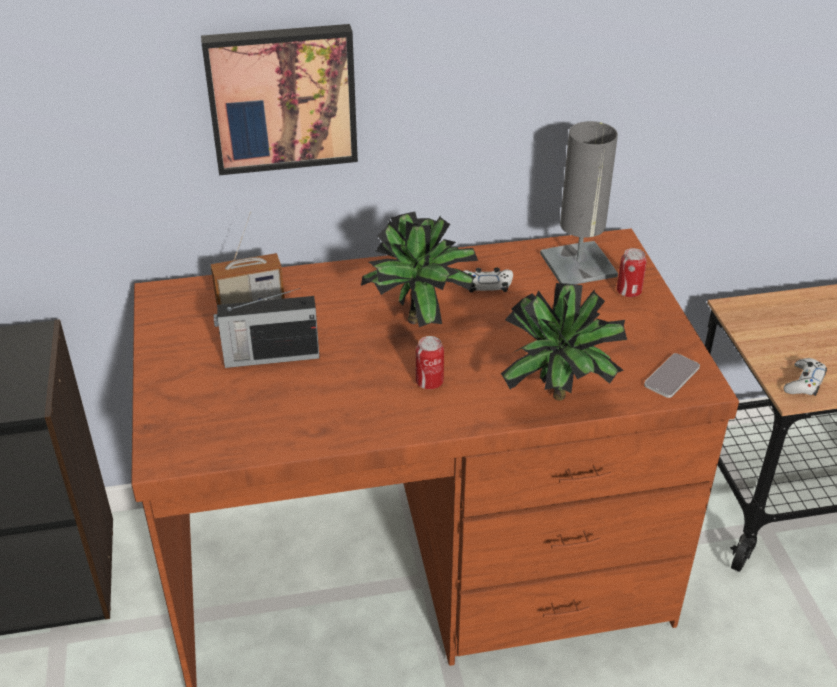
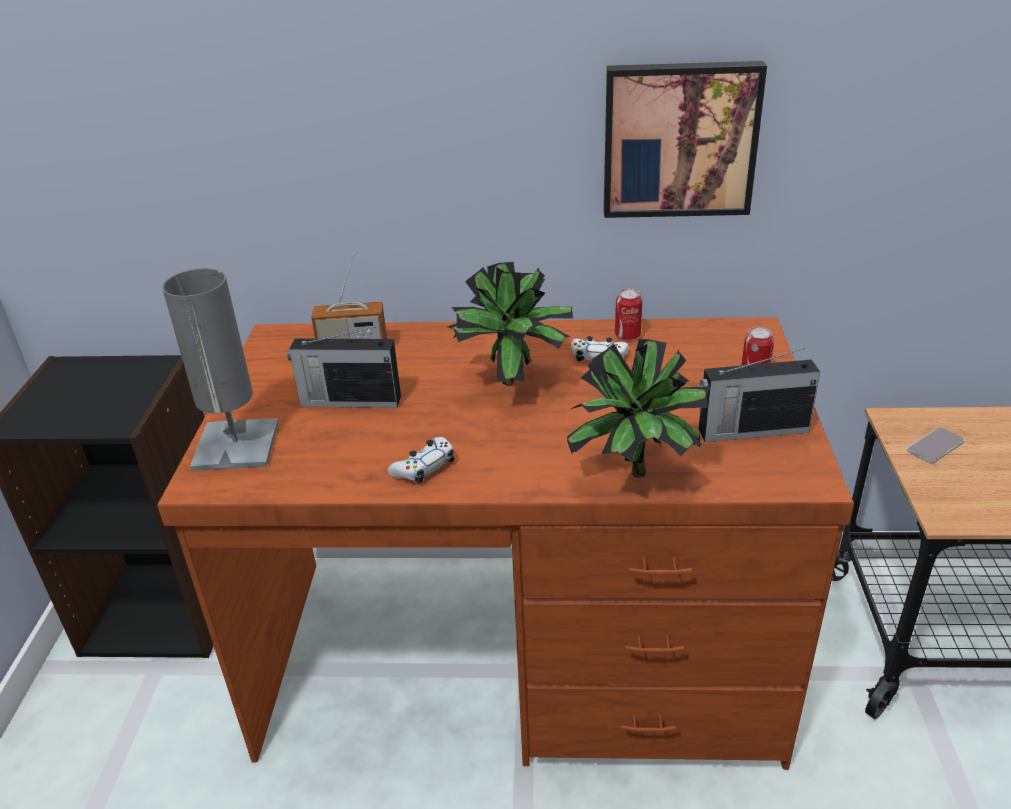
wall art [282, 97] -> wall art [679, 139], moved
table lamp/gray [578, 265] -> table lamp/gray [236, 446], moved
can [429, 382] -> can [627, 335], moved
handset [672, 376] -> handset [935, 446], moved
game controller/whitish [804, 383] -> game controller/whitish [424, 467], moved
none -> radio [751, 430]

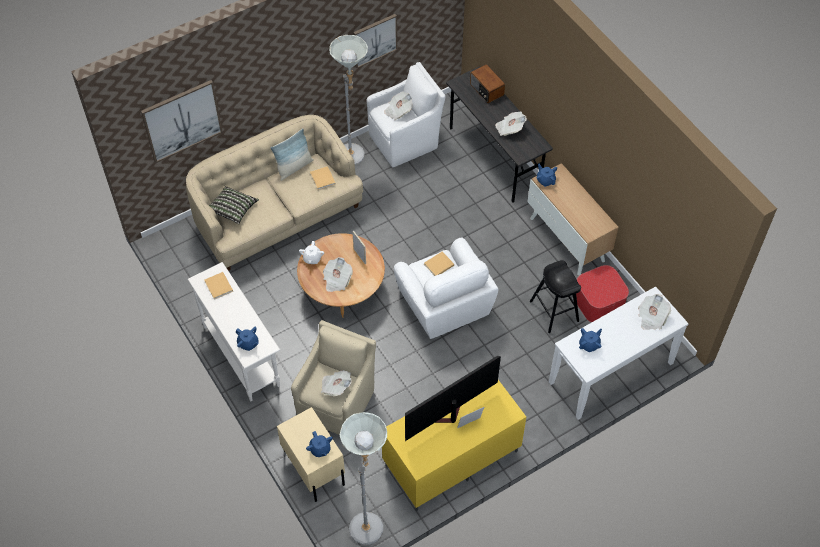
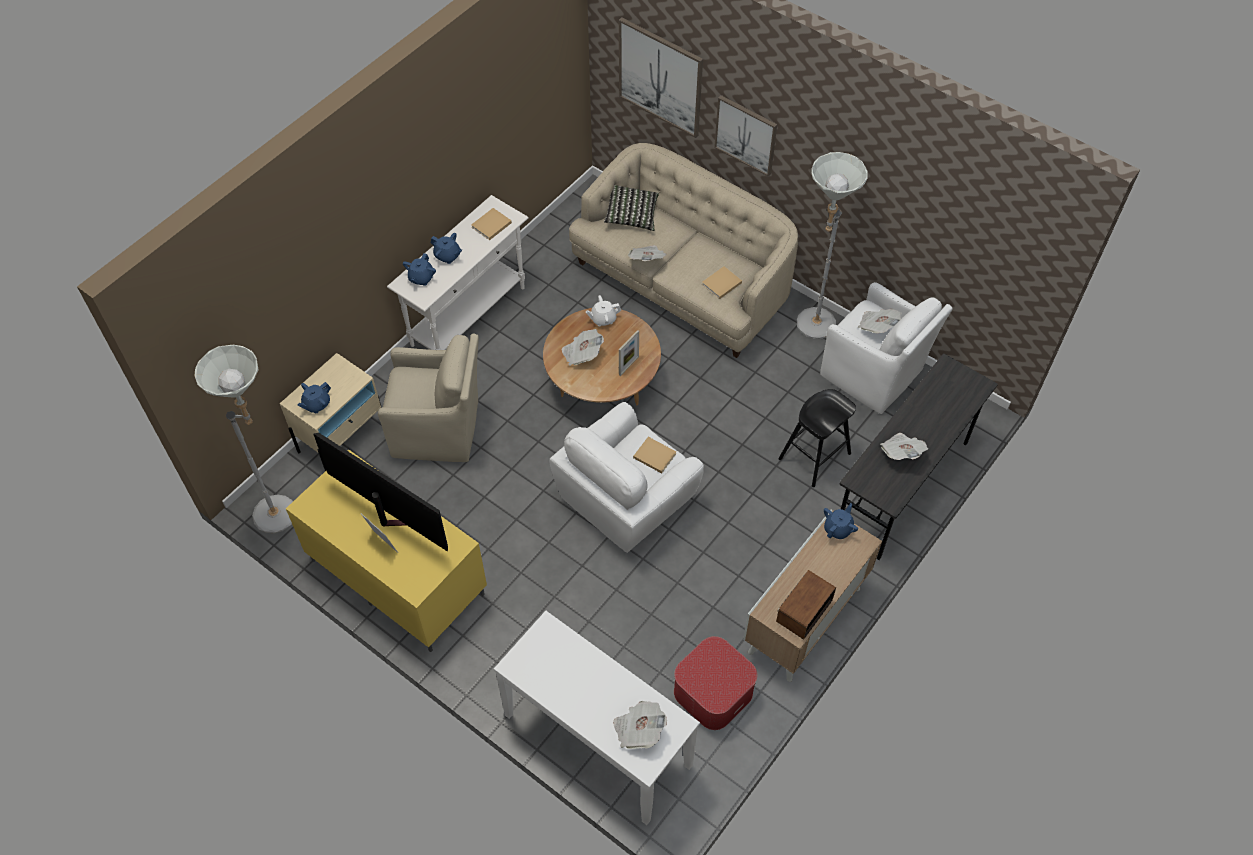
wall art [375, 40] -> wall art [746, 134], moved
radio [486, 90] -> radio [803, 611], moved
pillow [294, 167] -> none
stool seat/black-coloured [554, 311] -> stool seat/black-coloured [814, 456], moved
teapot/blue [589, 345] -> teapot/blue [447, 256], moved
daily paper [335, 387] -> daily paper [647, 260], moved

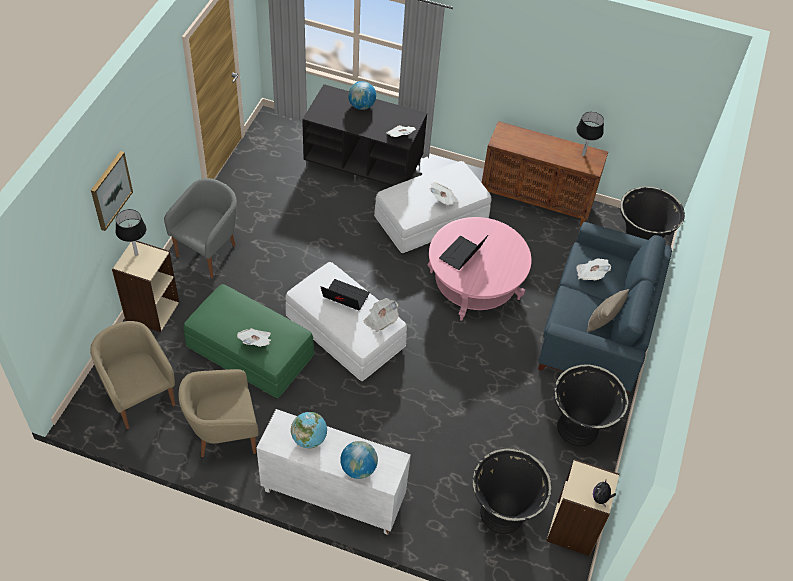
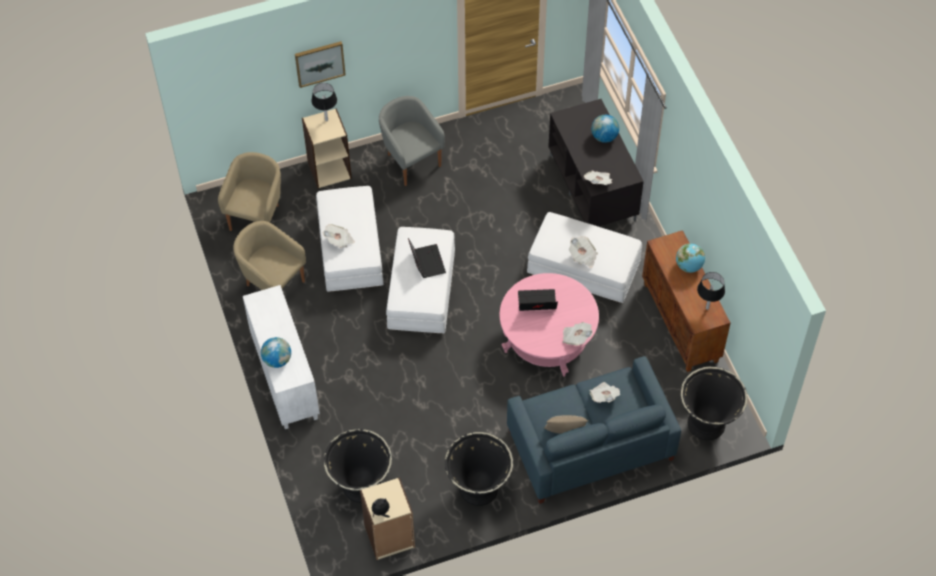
armchair/gray [209, 252] -> armchair/gray [410, 161], 120 degrees counterclockwise
ottoman/green [250, 353] -> ottoman/whitish [350, 249]
daily paper [380, 320] -> daily paper [576, 337], moved
world globe [309, 439] -> world globe [689, 266], moved

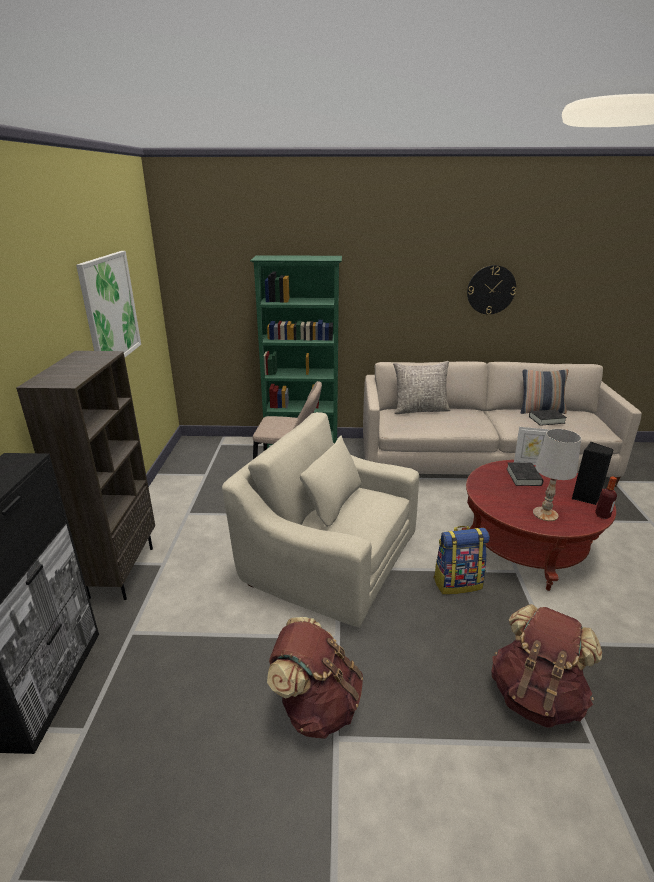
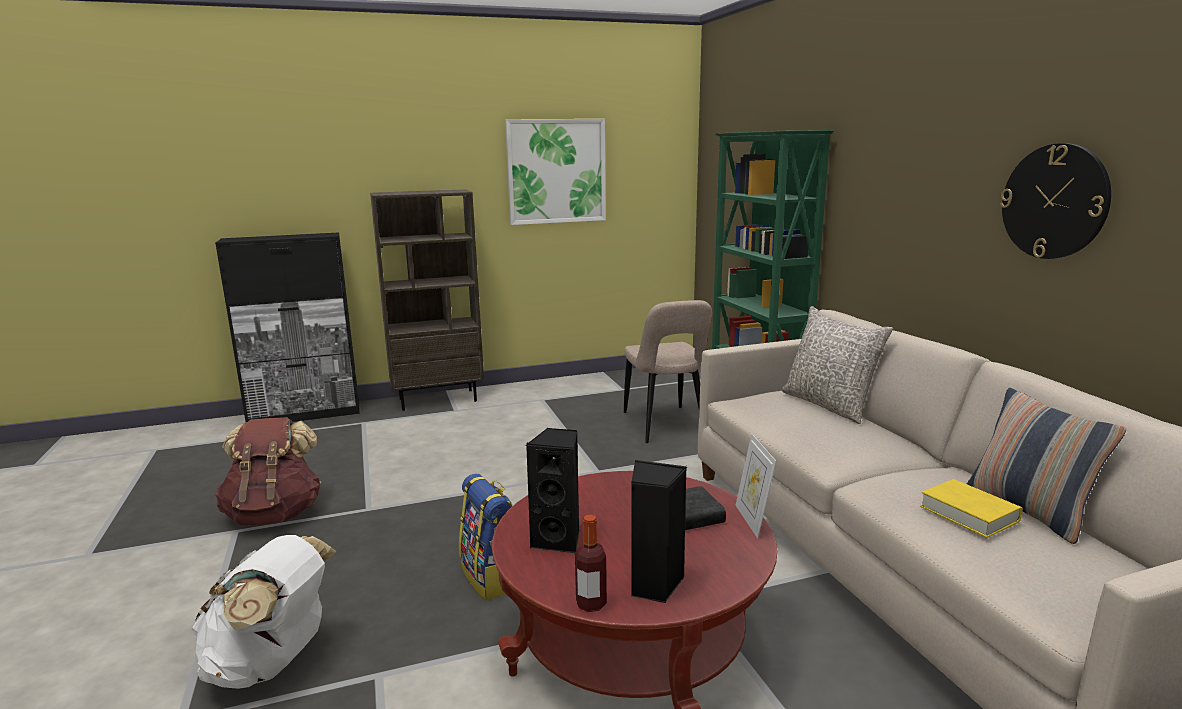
volume/black-coloured [546, 420] -> volume/yellow-coloured [969, 514]
armchair/beige [328, 559] -> none
table lamp/whitish [545, 514] -> loudspeaker/black-coloured [559, 540]
knapsack/brownish [536, 696] -> knapsack/whitish [272, 662]

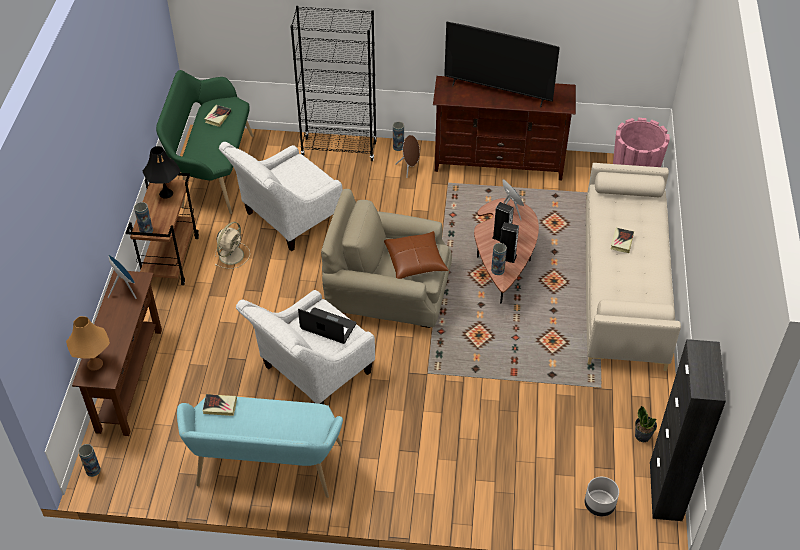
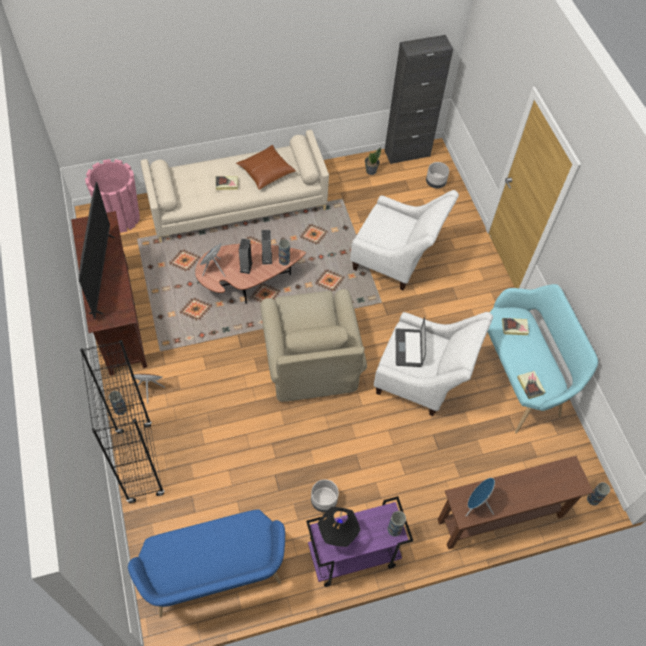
long seat/green [212, 172] -> long seat/blue [215, 577]
volume [218, 117] -> volume [515, 327], moved
armchair/whitish [287, 220] -> armchair/whitish [396, 260], moved
cart/brownish [170, 258] -> cart/purplish [352, 557]
electric fan/beige [232, 254] -> flower pot/gray [323, 500]
pillow/brownish [415, 262] -> pillow/brownish [266, 172], moved
table lamp/orange [95, 364] -> none

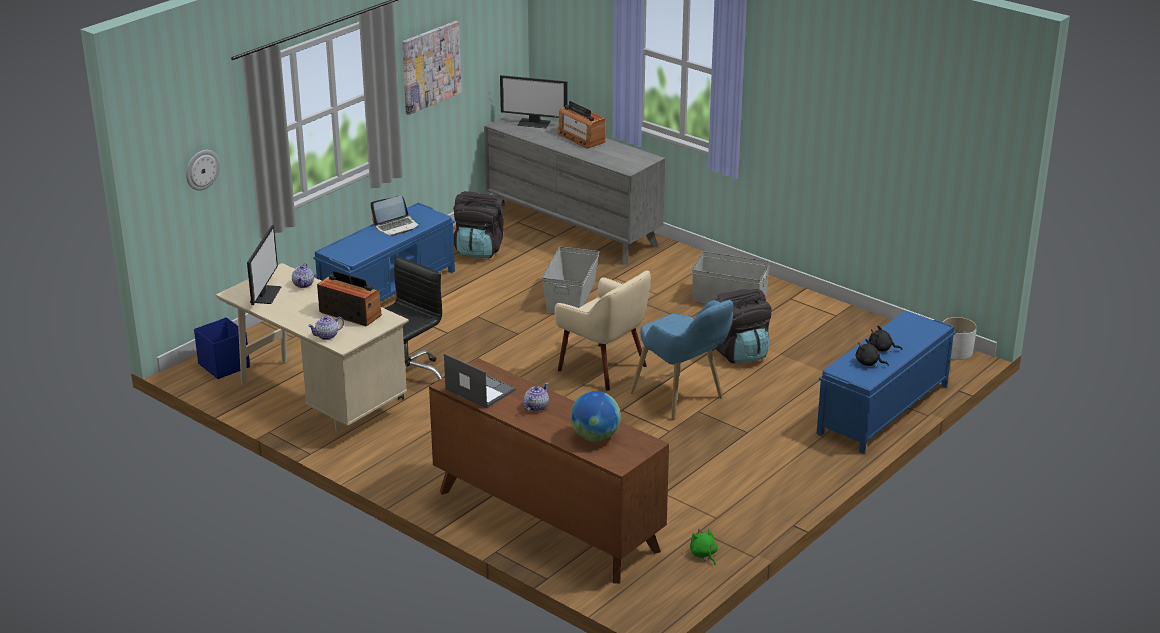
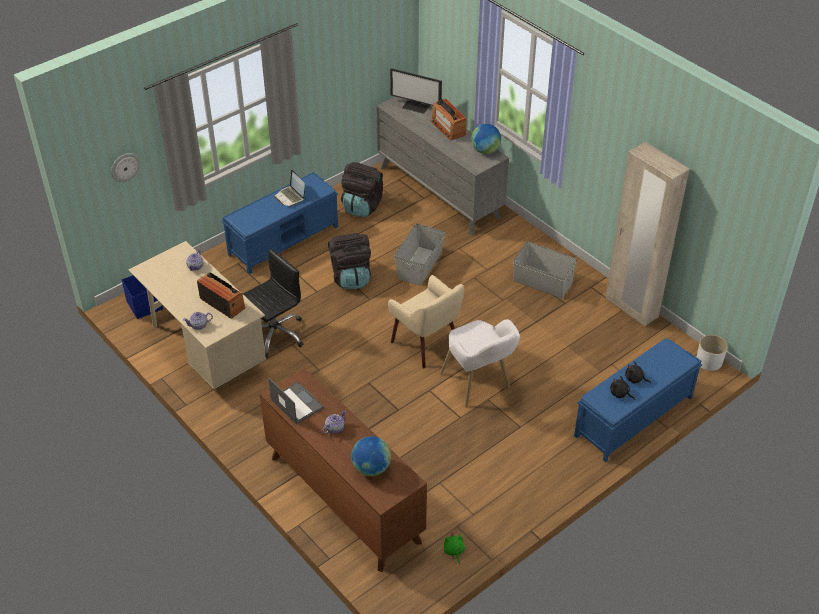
wall art [430, 66] -> none
laptop [396, 226] -> laptop [290, 197], 75 degrees clockwise
computer display [265, 294] -> none
knapsack/black-coloured [739, 352] -> knapsack/black-coloured [351, 277], moved
armchair/blue [684, 401] -> armchair/whitish [479, 387]
none -> world globe [485, 151]
none -> armoire/beige [631, 308]

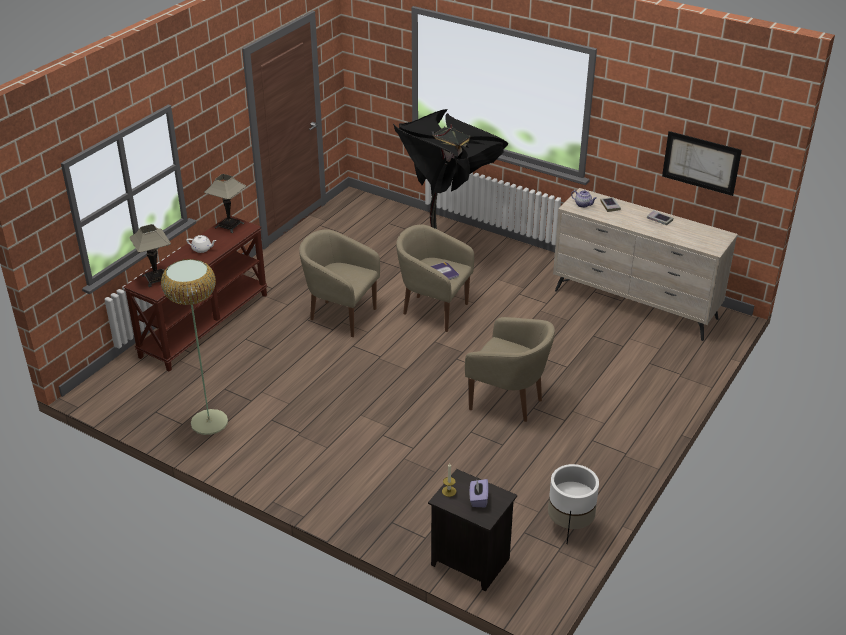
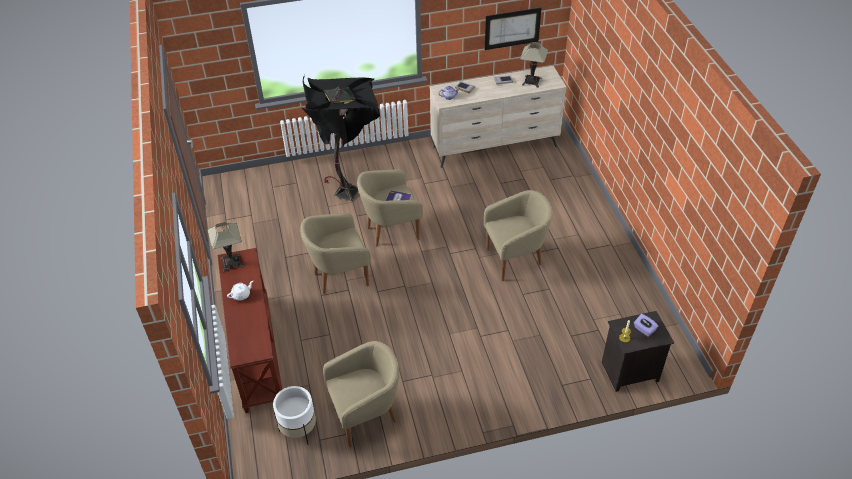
table lamp [156, 278] -> table lamp [531, 81], moved
standing lamp [209, 422] -> armchair/beige [367, 416]
flower pot/whitish [570, 526] -> flower pot/whitish [299, 430], moved

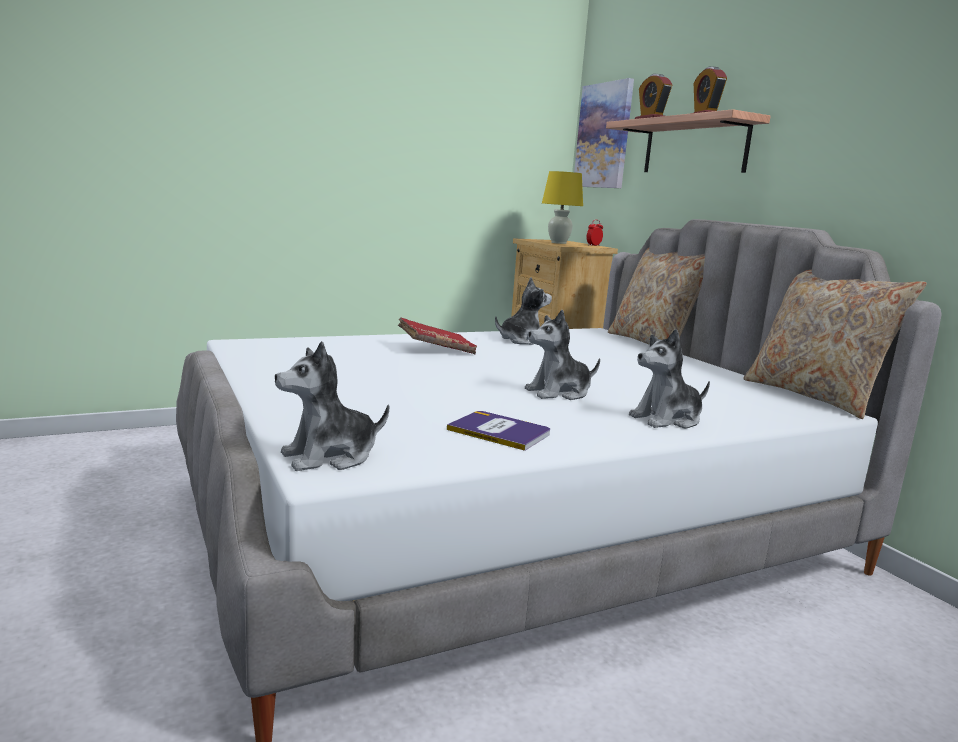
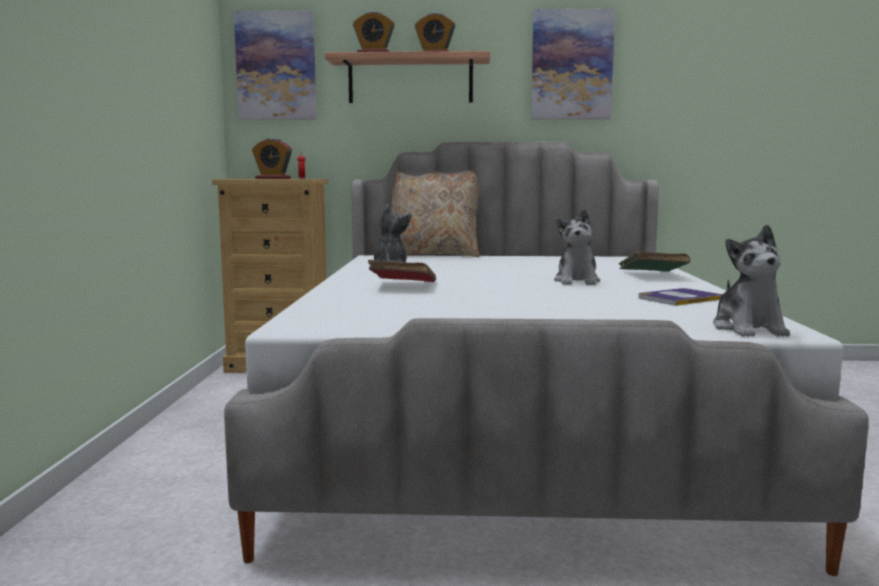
table lamp/yellow-coloured [558, 243] -> alarm clock [273, 178]
pillow/beige [814, 396] -> none
soft toy [667, 419] -> volume/green [652, 275]
none -> wall art [571, 65]

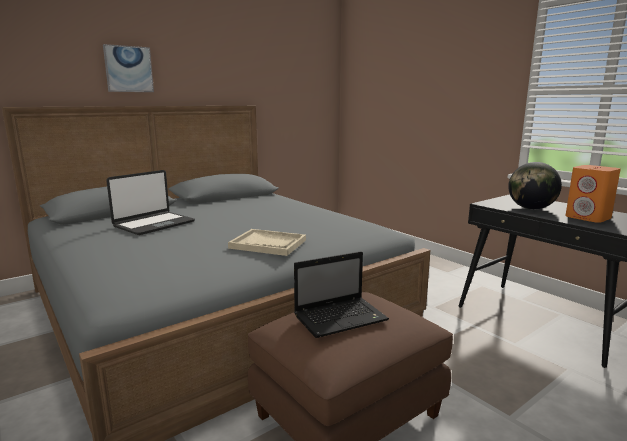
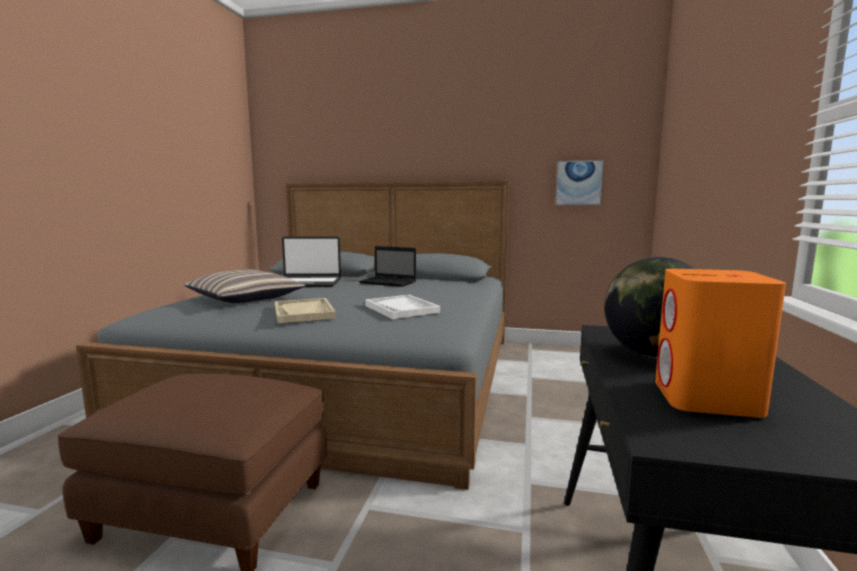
wall art [128, 69] -> wall art [578, 183], moved
laptop [341, 318] -> laptop [389, 282], moved
none -> pillow [245, 298]
none -> serving tray/whitish [401, 309]

